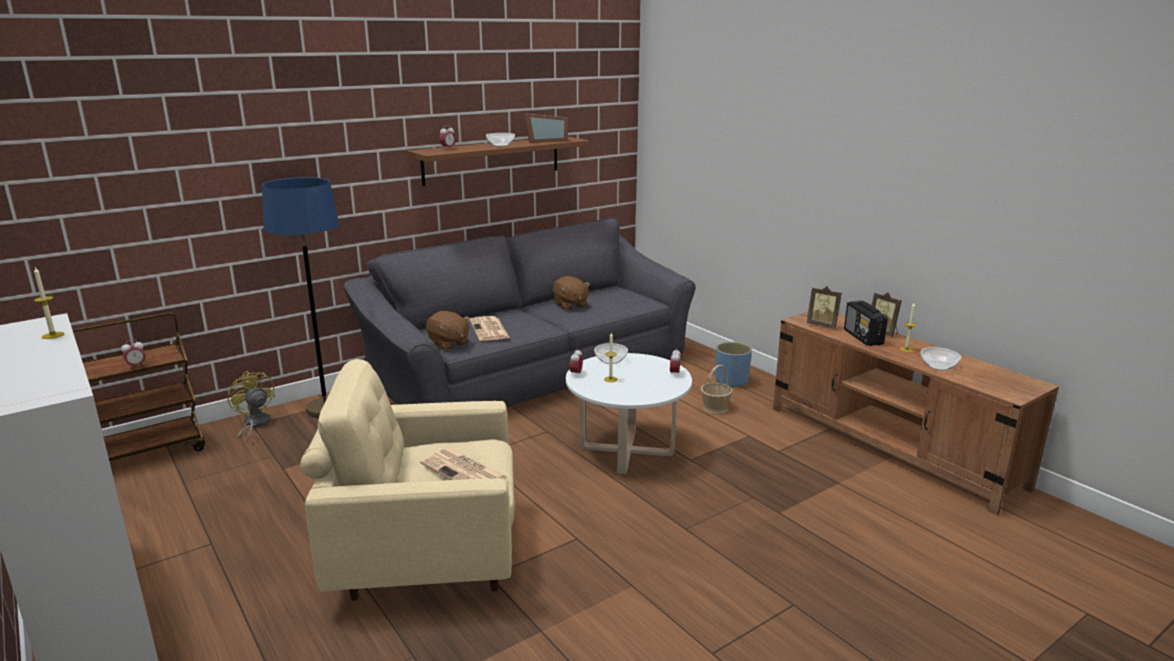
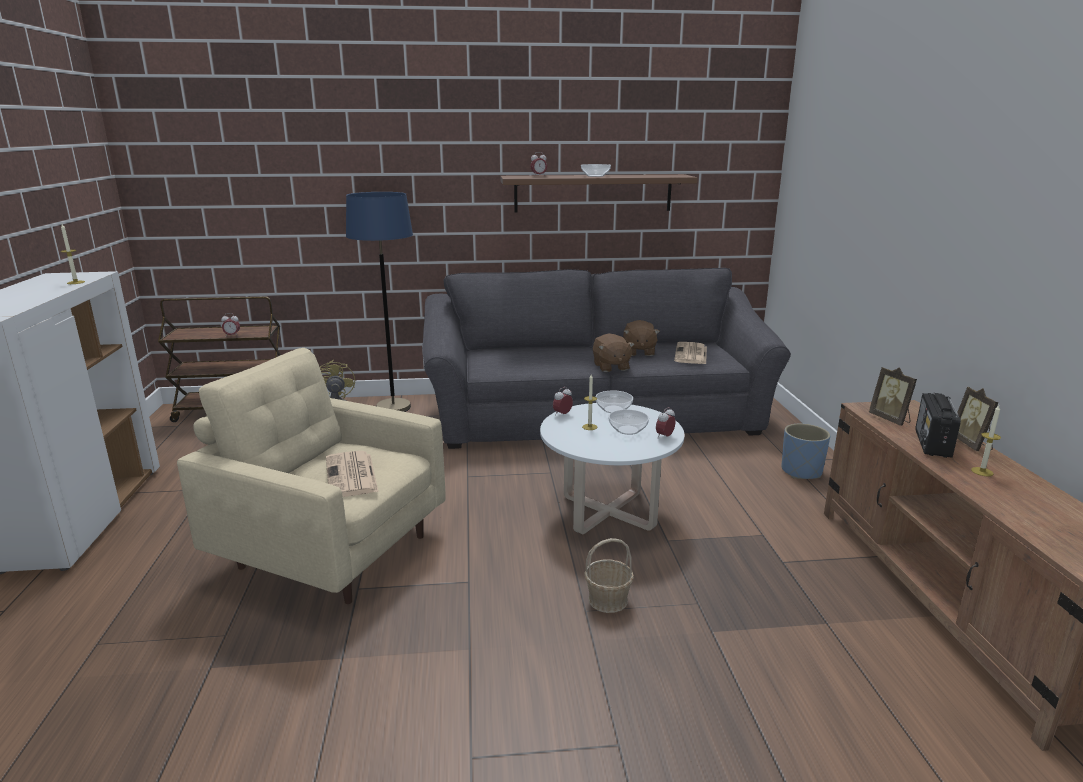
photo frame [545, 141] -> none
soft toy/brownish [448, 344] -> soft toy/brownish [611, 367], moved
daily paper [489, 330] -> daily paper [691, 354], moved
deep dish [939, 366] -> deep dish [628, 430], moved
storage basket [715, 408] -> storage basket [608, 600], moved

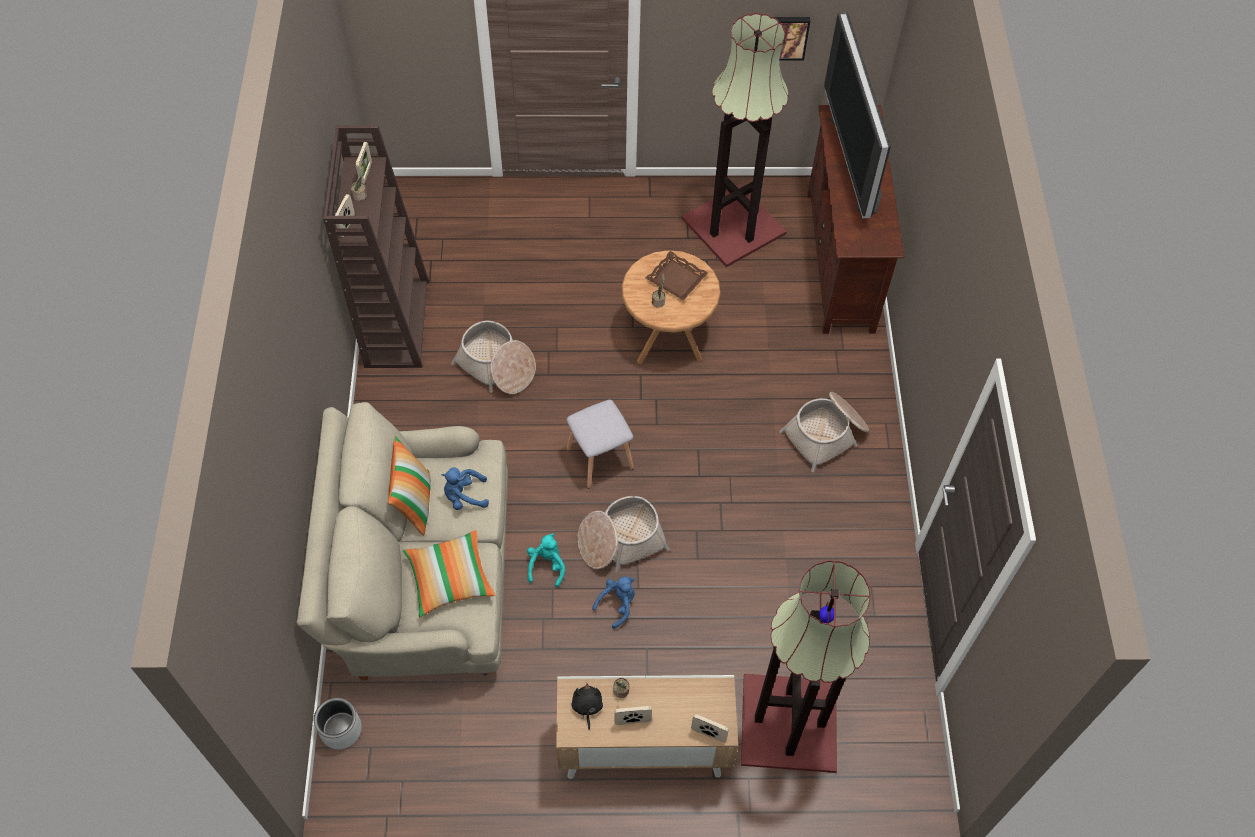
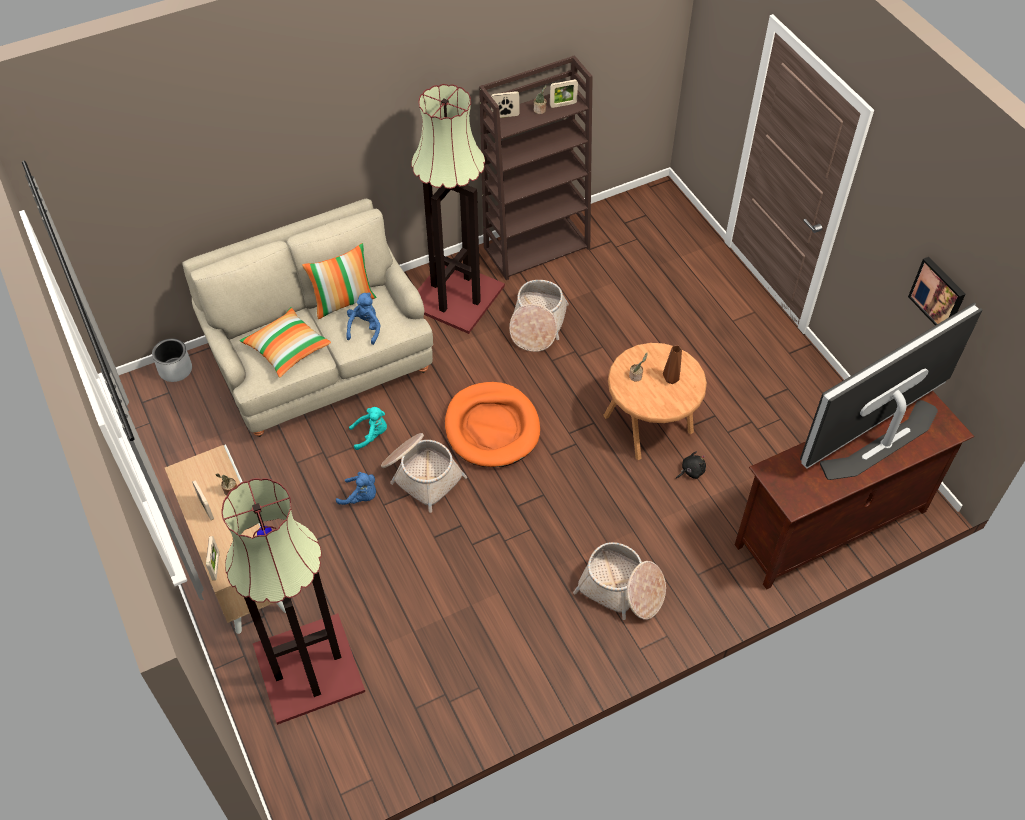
standing lamp [735, 226] -> standing lamp [456, 297], moved
serving tray/brownish [676, 279] -> flower vase/brownish [670, 379]
stool seat/gray [599, 458] -> pet bed/orange [492, 427]
soft toy/blue [464, 496] -> soft toy/blue [365, 328], 45 degrees clockwise
soft toy/black-coloured [587, 707] -> soft toy/black-coloured [691, 471], moved

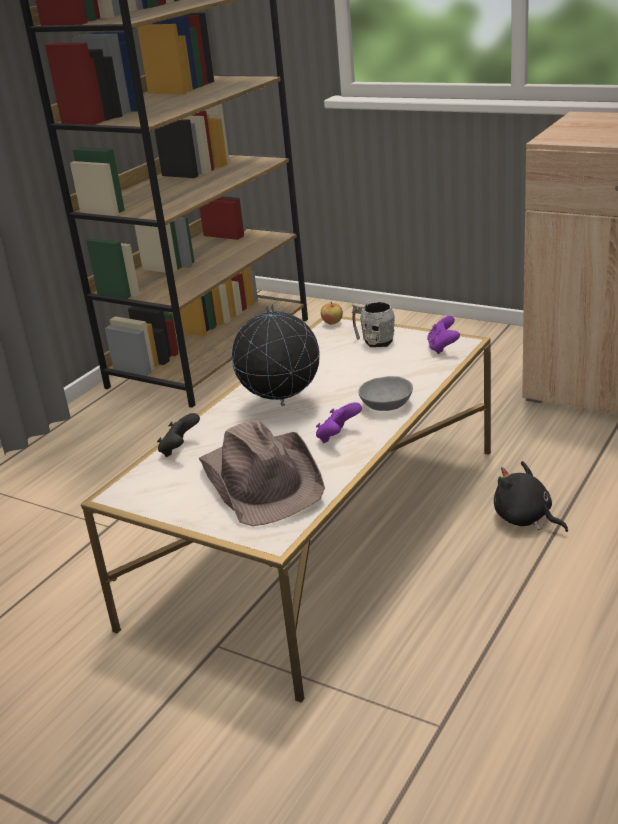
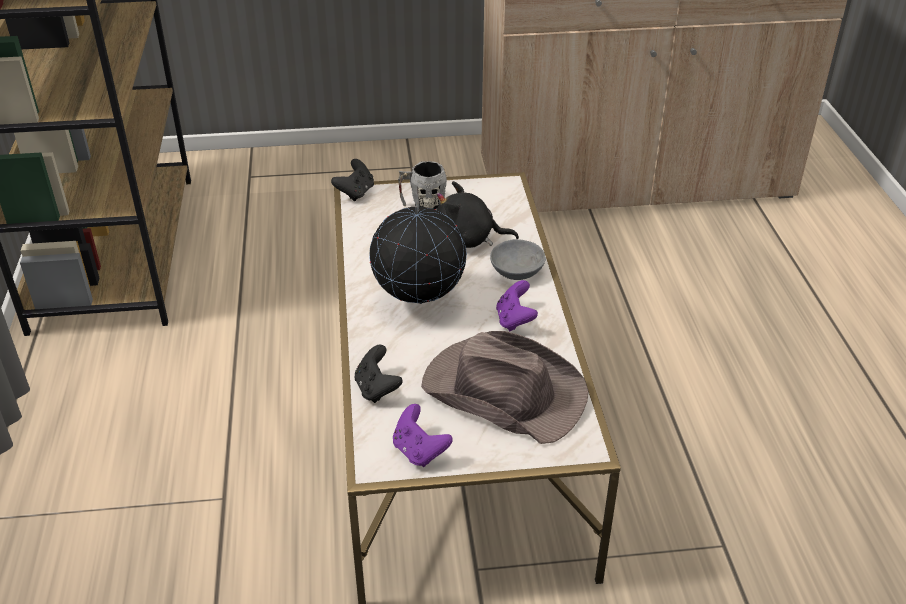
whole apple [332, 323] -> game controller/black-coloured [355, 193]
game controller/purplish [443, 348] -> game controller/purplish [419, 451], moved
soft toy/black-coloured [525, 519] -> soft toy/black-coloured [468, 239], moved

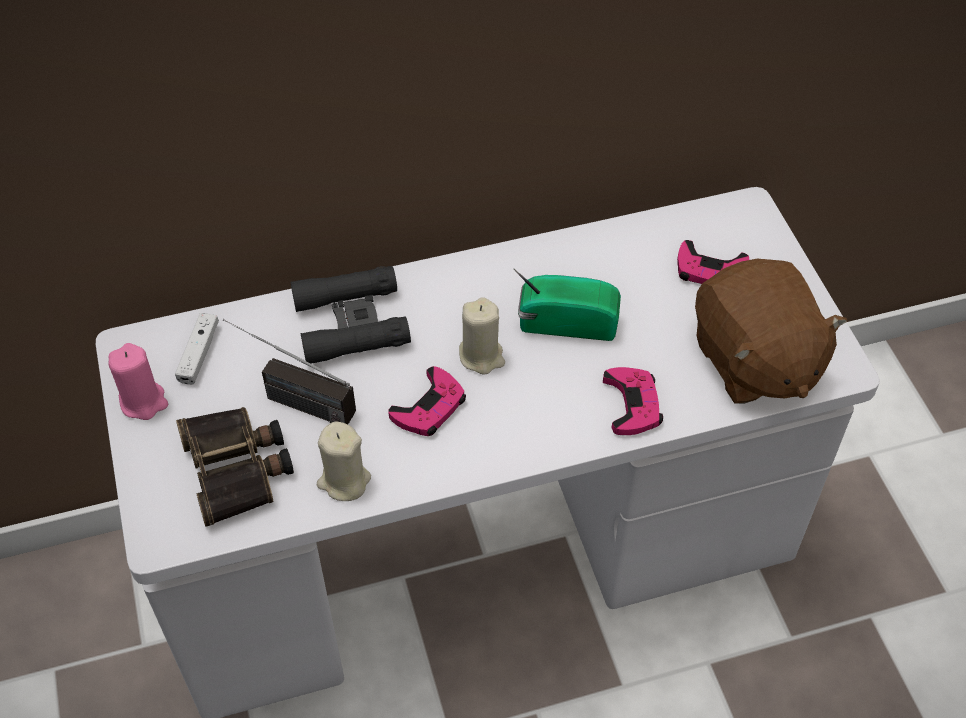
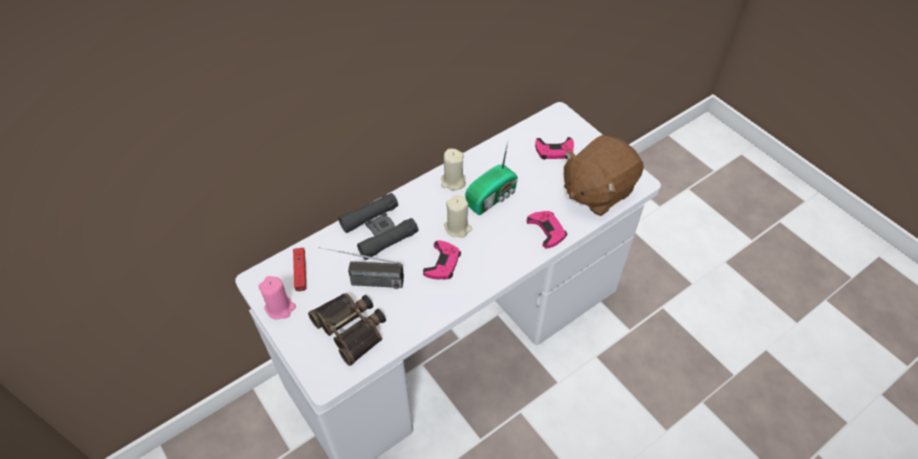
soft toy/brownish [754, 361] -> soft toy/brownish [596, 191], 90 degrees clockwise
radio [565, 321] -> radio [493, 197], 150 degrees clockwise
game controller/whitish [199, 354] -> game controller/red [300, 272]
wax light/beige [344, 481] -> wax light/beige [453, 181], moved

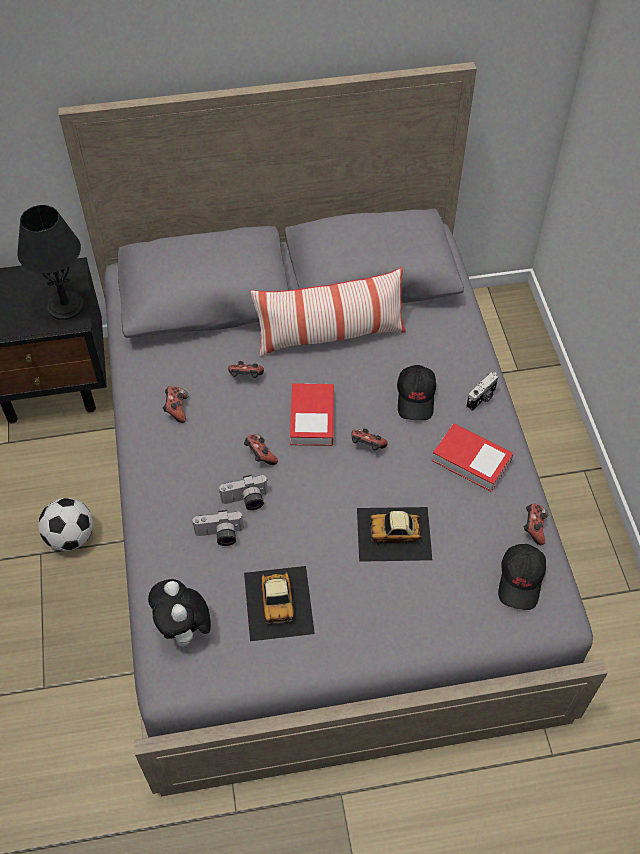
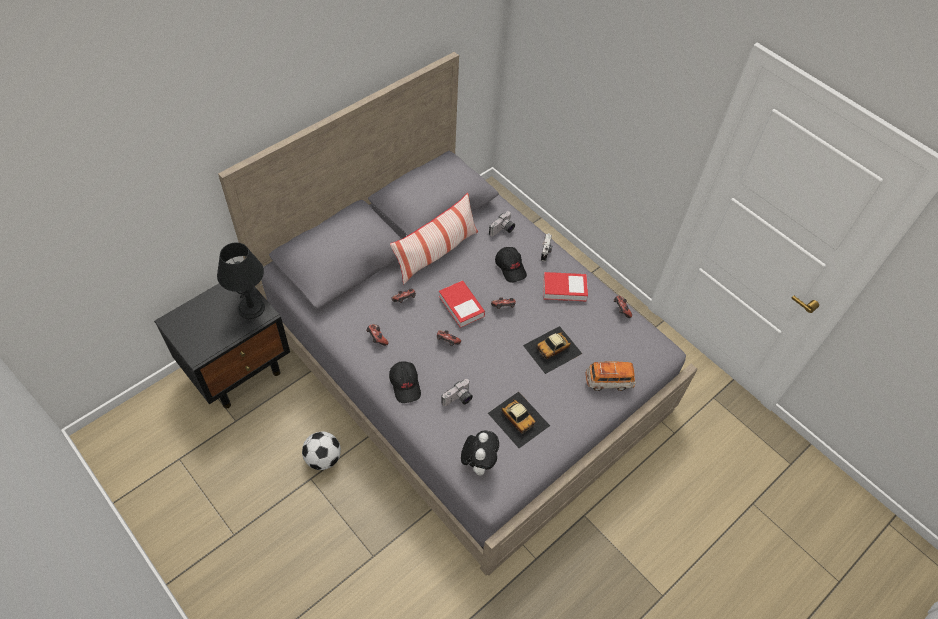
photo camera [246, 501] -> photo camera [502, 230], moved
baseball cap/black-coloured [521, 580] -> baseball cap/black-coloured [405, 384], moved
soft toy [184, 630] -> soft toy [478, 462], 120 degrees counterclockwise
none -> miniature car [609, 381]

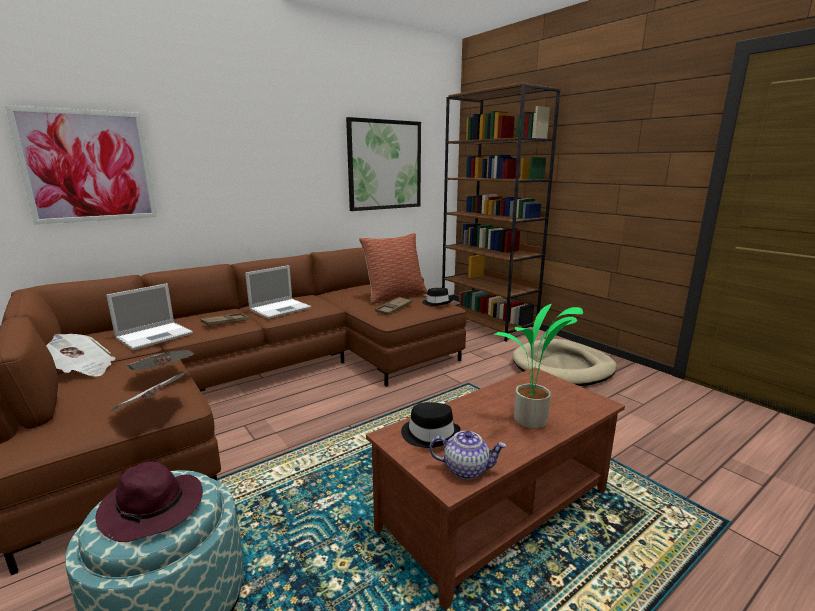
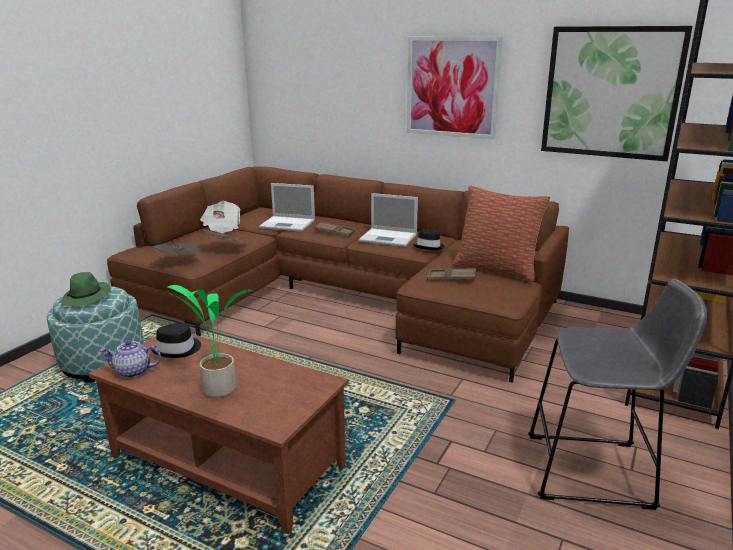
wall art [88, 166] -> wall art [452, 87], moved
wearable hat/black-coloured [436, 303] -> wearable hat/black-coloured [429, 247], moved
pet bed/beige [562, 367] -> stool seat/gray [596, 472]
teapot [466, 469] -> teapot [132, 372], 105 degrees clockwise
wearable hat/purplish [153, 509] -> wearable hat/green [86, 298]

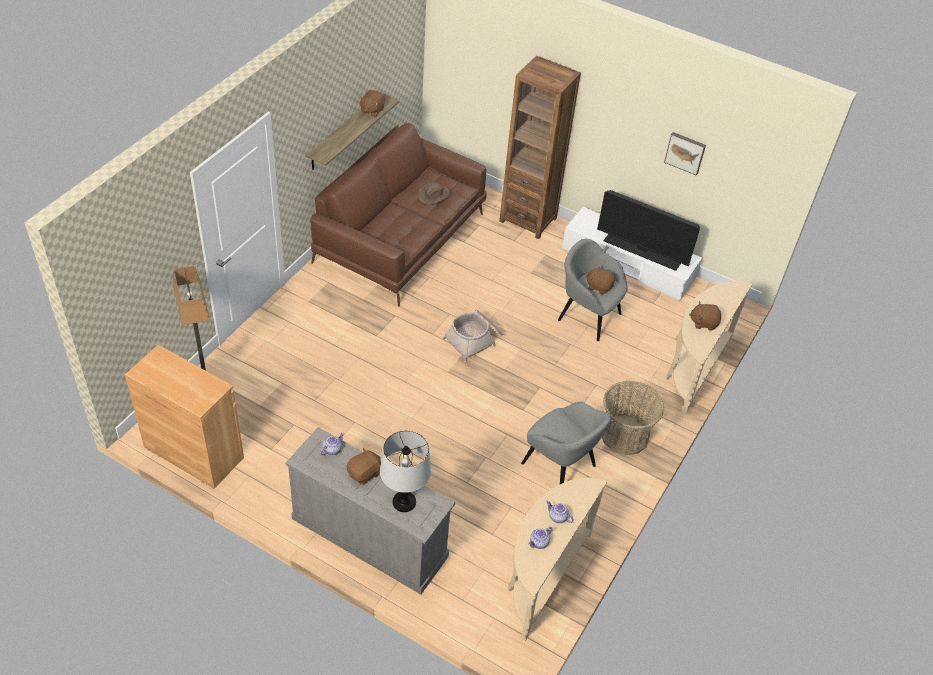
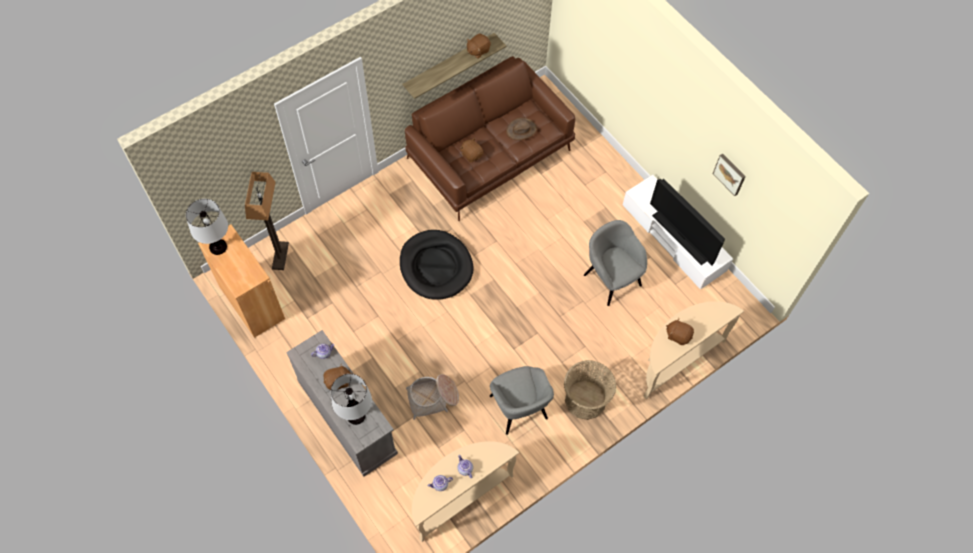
bookcase/brownish [528, 219] -> none
soft toy/brownish [599, 286] -> soft toy/brownish [471, 154], moved
storage basket [474, 339] -> storage basket [433, 398], moved
none -> table lamp [218, 247]
none -> pet bed/black-coloured [436, 266]

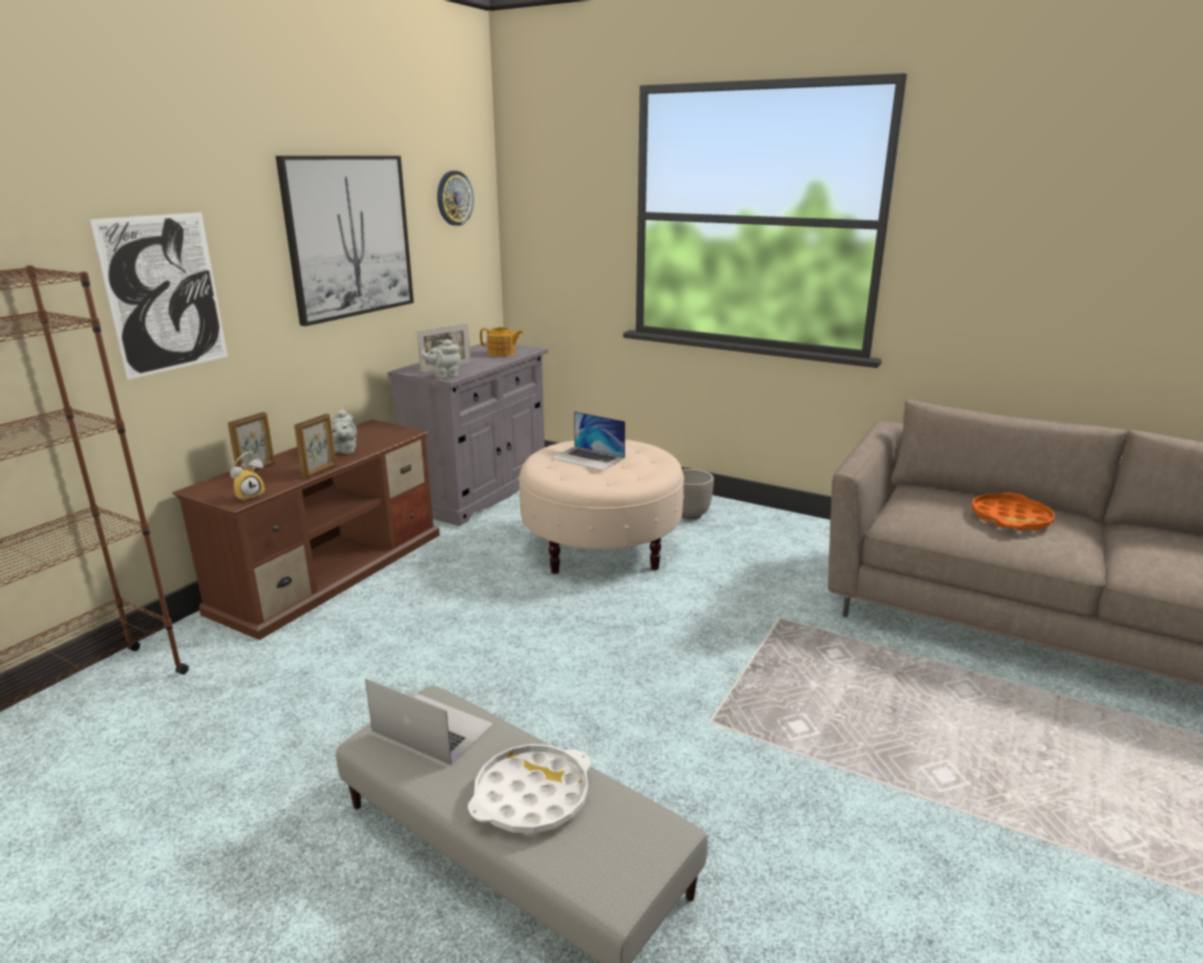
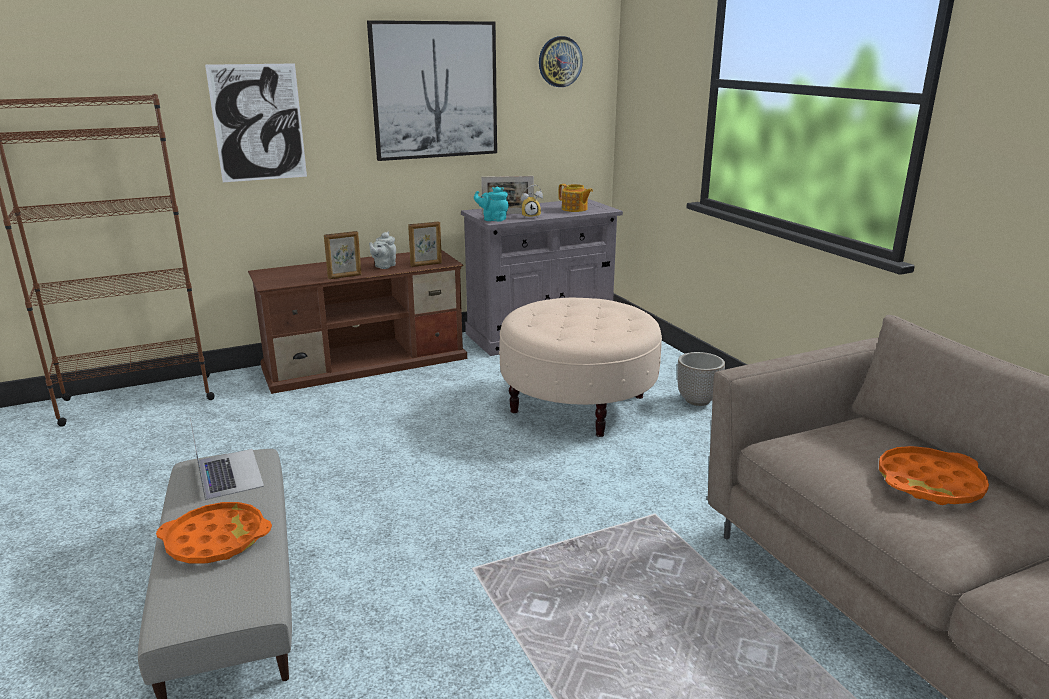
teapot/gray [444, 376] -> teapot/turquoise-coloured [493, 219]
laptop [588, 458] -> none
photo frame [257, 469] -> photo frame [426, 264], moved
alarm clock [249, 496] -> alarm clock [531, 217], moved
serving tray/whitish [531, 796] -> serving tray/orange [216, 540]

